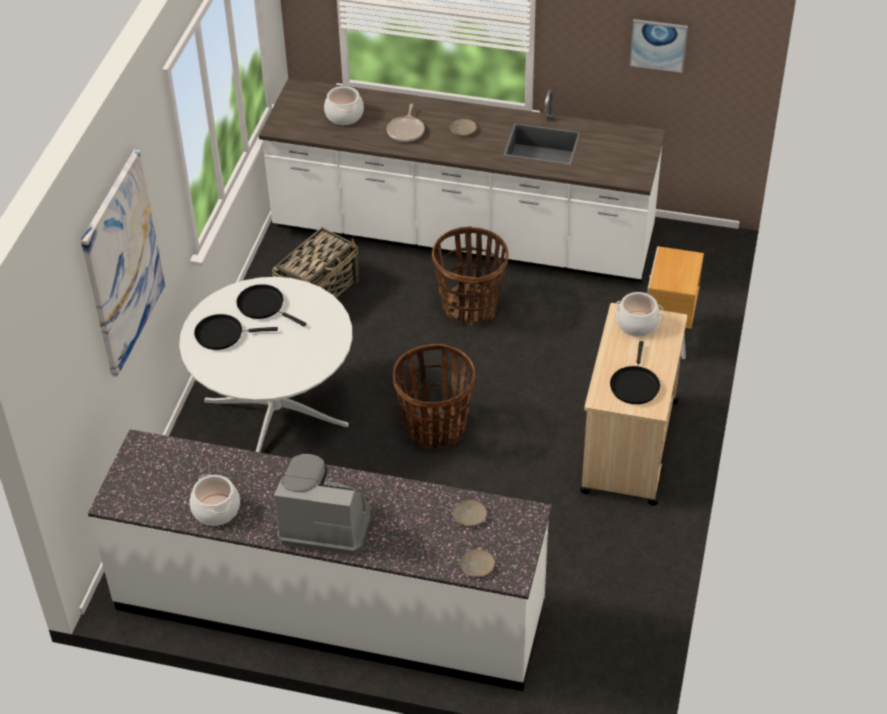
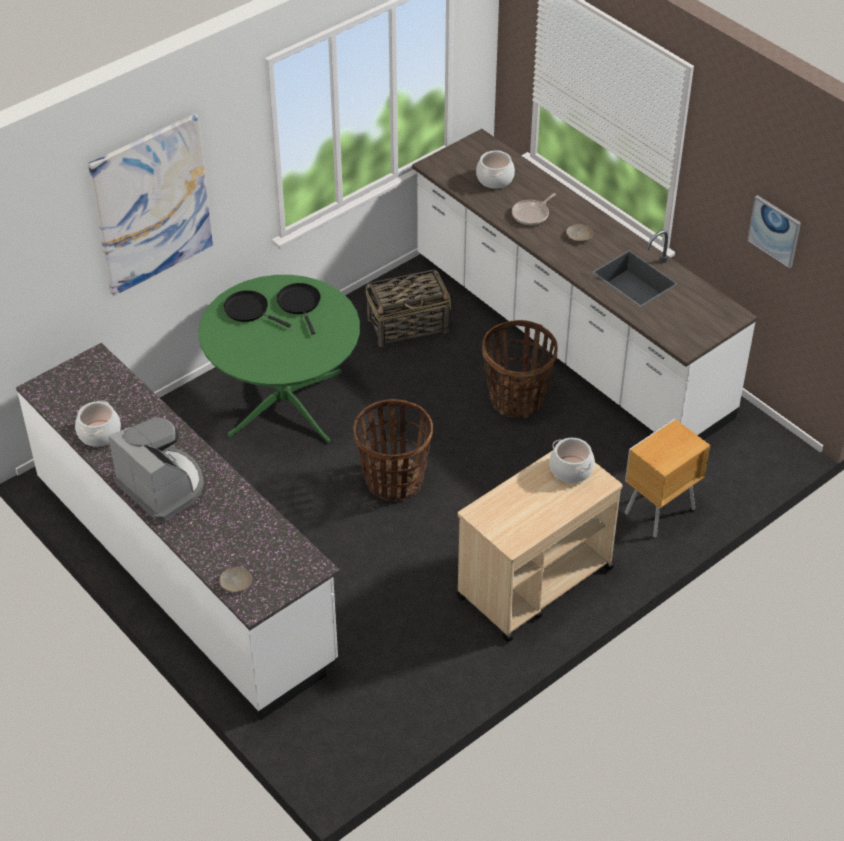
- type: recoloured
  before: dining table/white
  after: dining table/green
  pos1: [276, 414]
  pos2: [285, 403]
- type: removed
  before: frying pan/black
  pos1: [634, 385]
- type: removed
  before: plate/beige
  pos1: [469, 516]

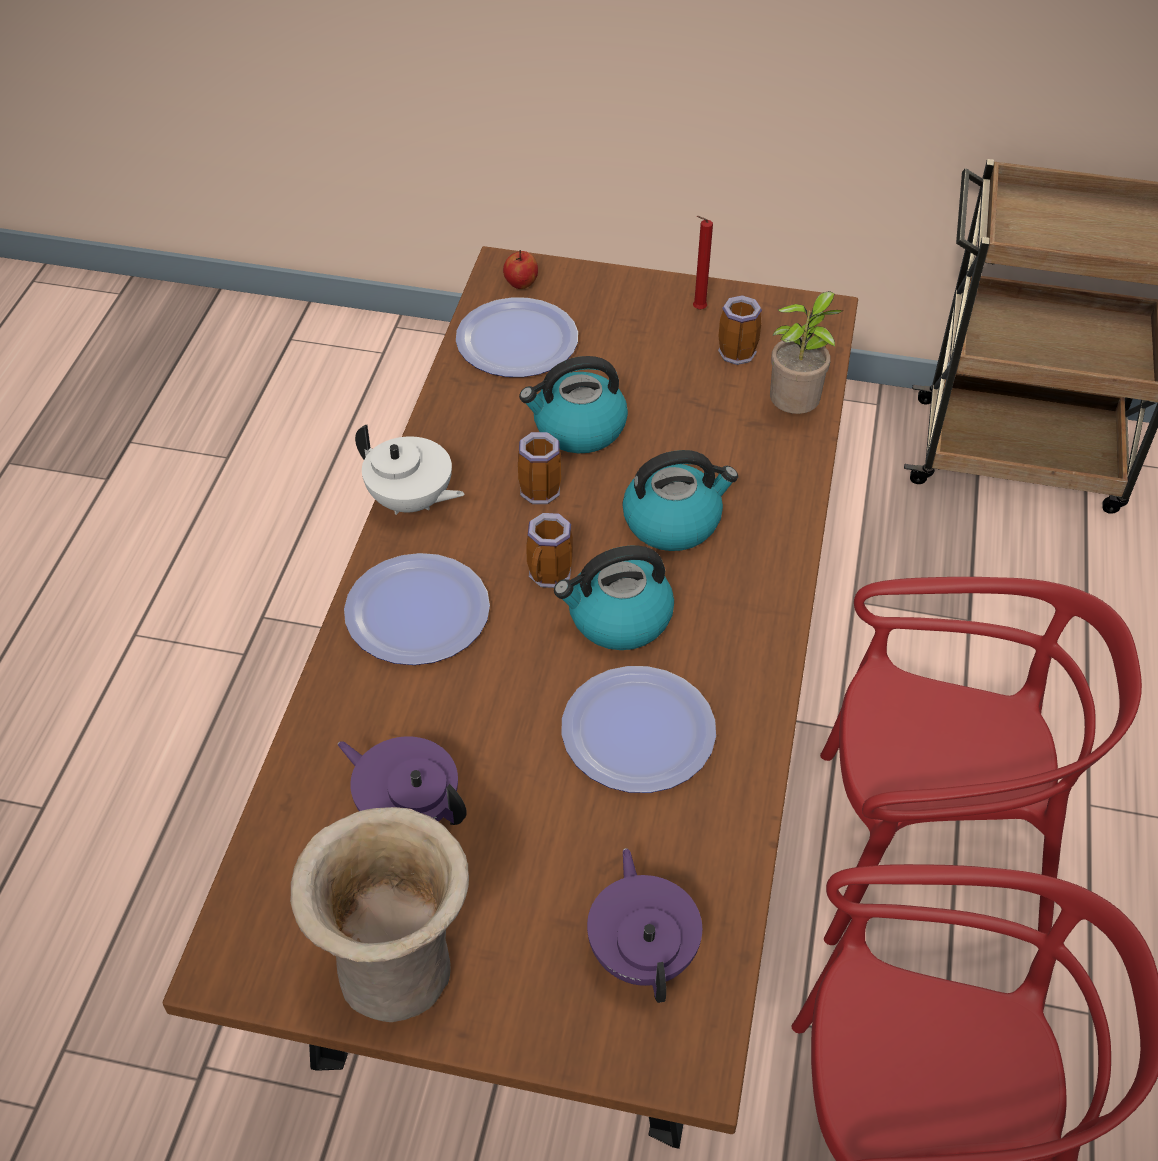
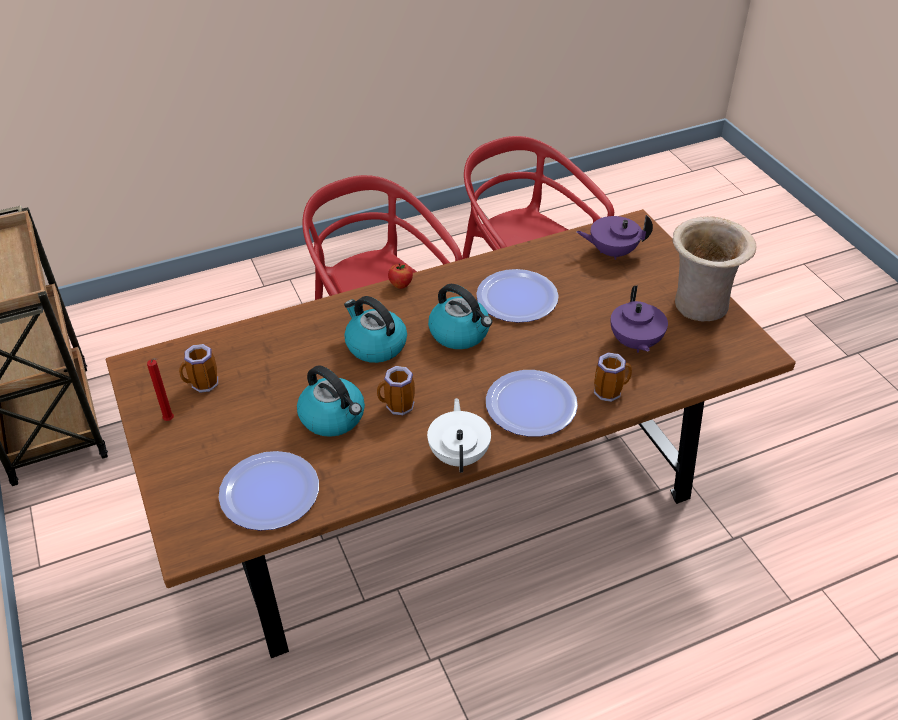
- type: moved
  before: apple
  pos1: [521, 284]
  pos2: [400, 285]
- type: removed
  before: potted plant
  pos1: [795, 411]
- type: moved
  before: mug
  pos1: [549, 577]
  pos2: [609, 391]
- type: turned
  before: teapot/purple
  pos1: [643, 952]
  pos2: [612, 252]
  turn: 45

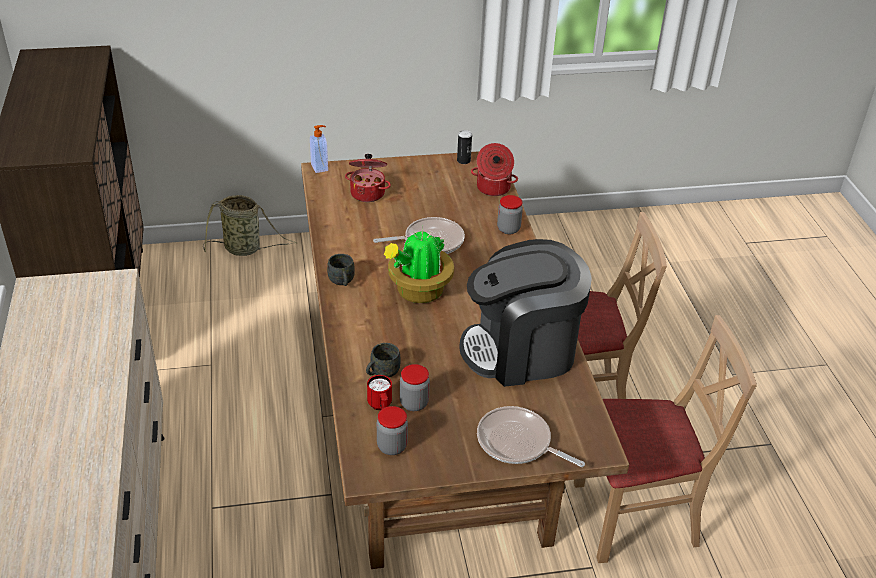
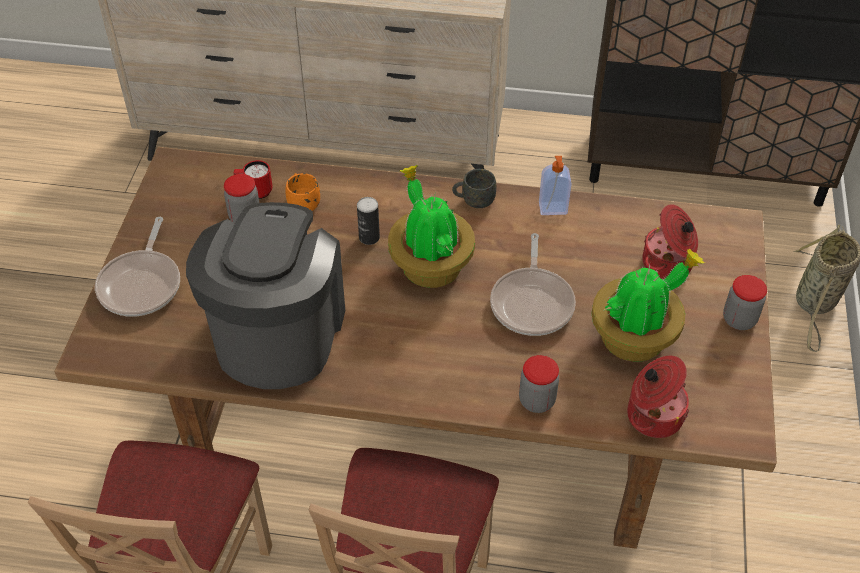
- type: moved
  before: soap dispenser
  pos1: [320, 167]
  pos2: [553, 209]
- type: moved
  before: can
  pos1: [463, 161]
  pos2: [369, 237]
- type: recoloured
  before: mug/grey
  after: mug/orange
  pos1: [382, 373]
  pos2: [302, 202]
- type: moved
  before: jar
  pos1: [392, 446]
  pos2: [739, 319]
- type: turned
  before: frying pan
  pos1: [517, 443]
  pos2: [142, 284]
  turn: 135
- type: added
  after: potted plant
  pos2: [635, 337]

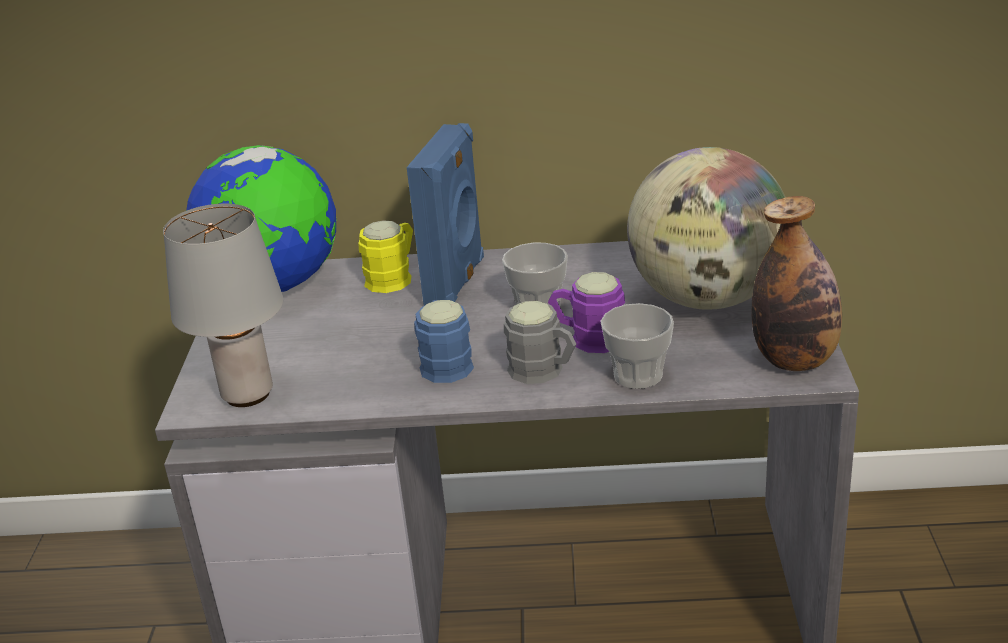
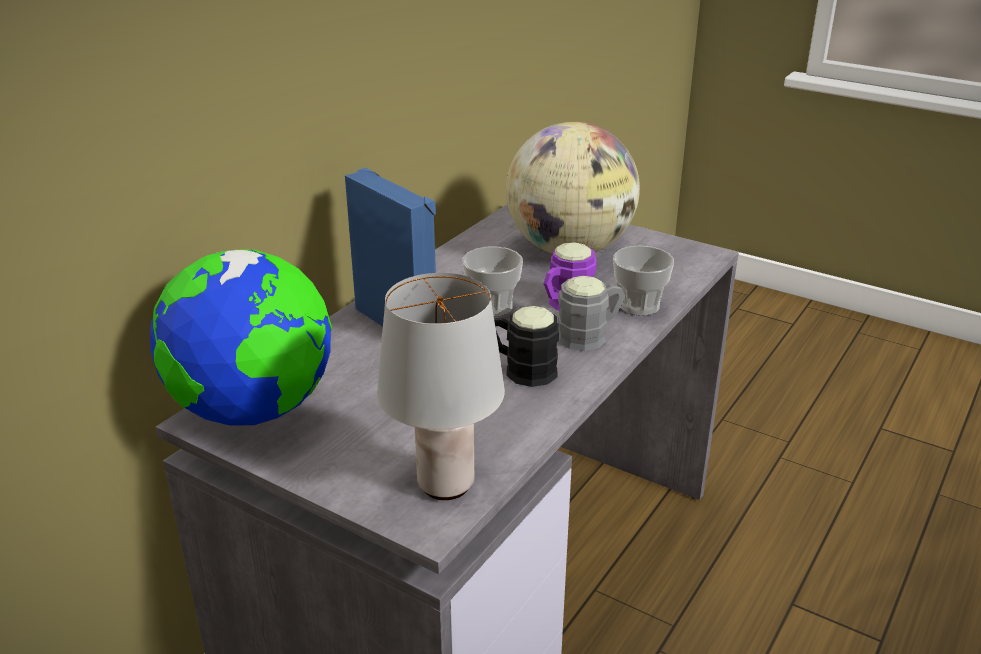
- type: removed
  before: bottle
  pos1: [795, 360]
- type: removed
  before: mug/yellow
  pos1: [394, 277]
- type: recoloured
  before: mug/blue
  after: mug/black
  pos1: [444, 362]
  pos2: [521, 369]

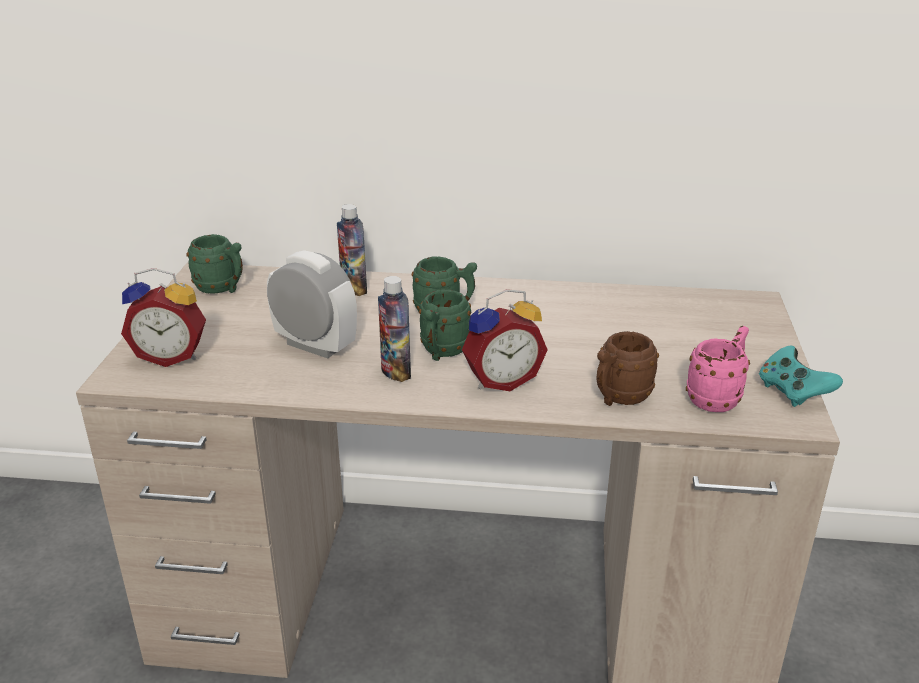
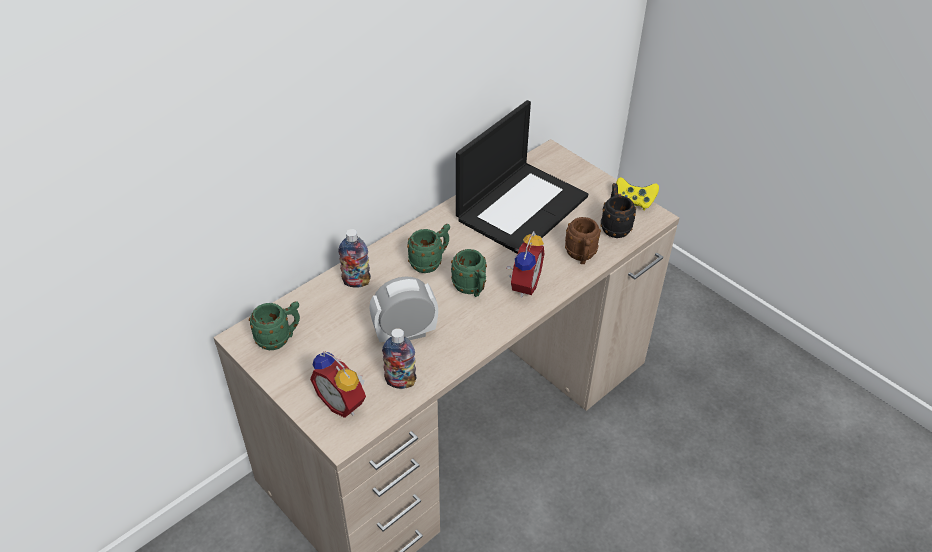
- type: turned
  before: alarm clock
  pos1: [171, 356]
  pos2: [343, 402]
  turn: 90
- type: moved
  before: bottle
  pos1: [396, 372]
  pos2: [400, 382]
- type: recoloured
  before: mug/pink
  after: mug/black
  pos1: [717, 398]
  pos2: [614, 226]
- type: recoloured
  before: game controller/turquoise
  after: game controller/yellow
  pos1: [792, 392]
  pos2: [634, 202]
- type: added
  after: laptop
  pos2: [522, 206]

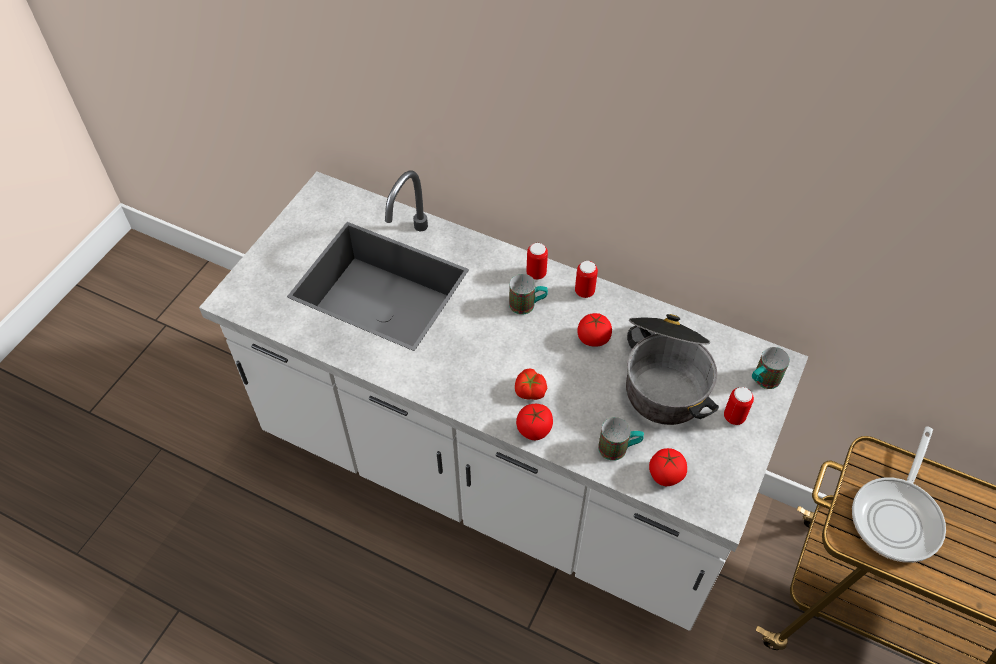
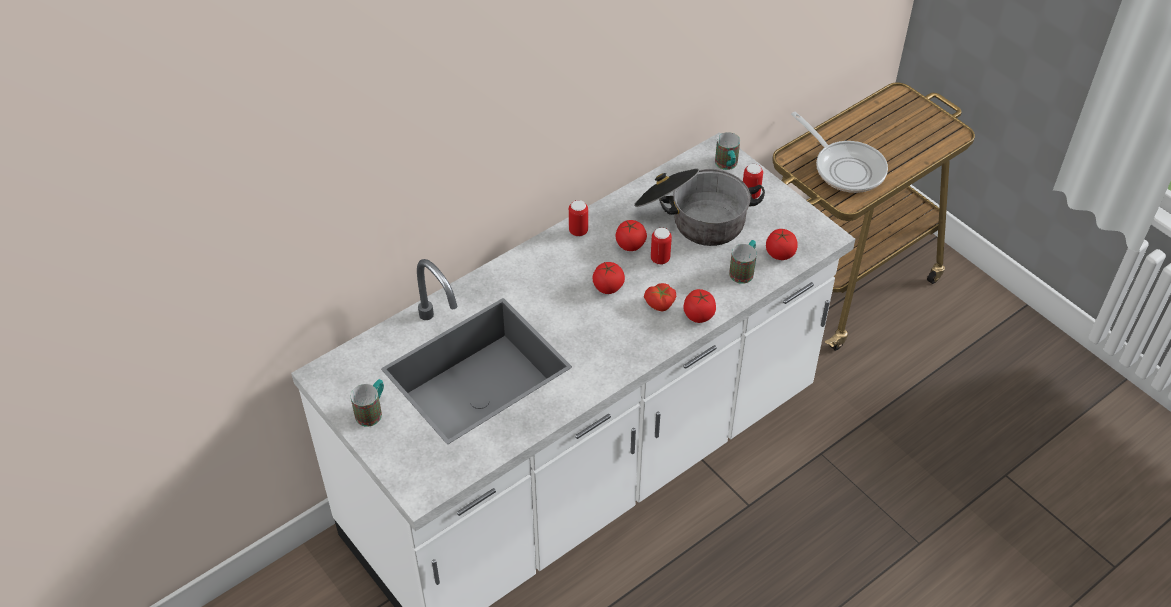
- type: moved
  before: can
  pos1: [536, 273]
  pos2: [660, 259]
- type: moved
  before: mug
  pos1: [527, 305]
  pos2: [372, 411]
- type: added
  after: tomato
  pos2: [608, 287]

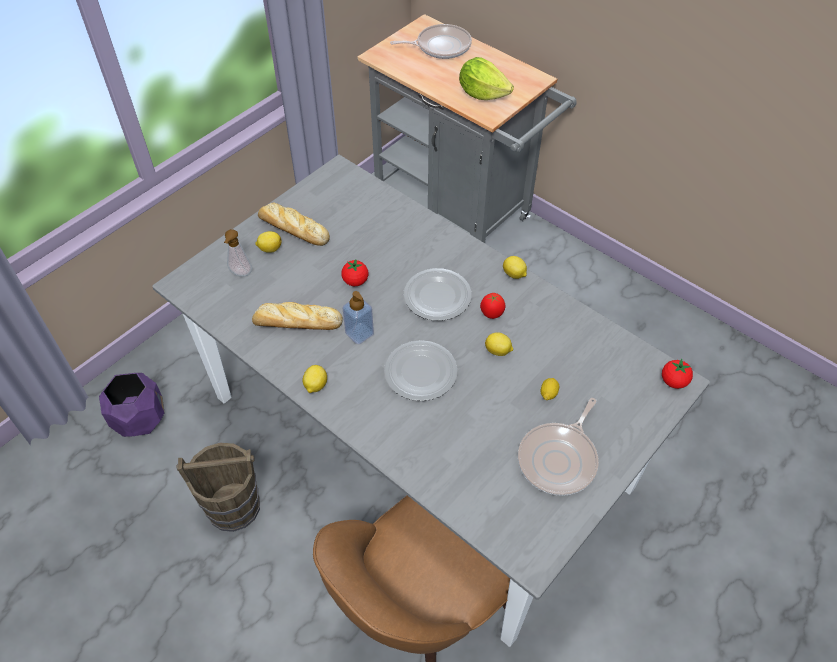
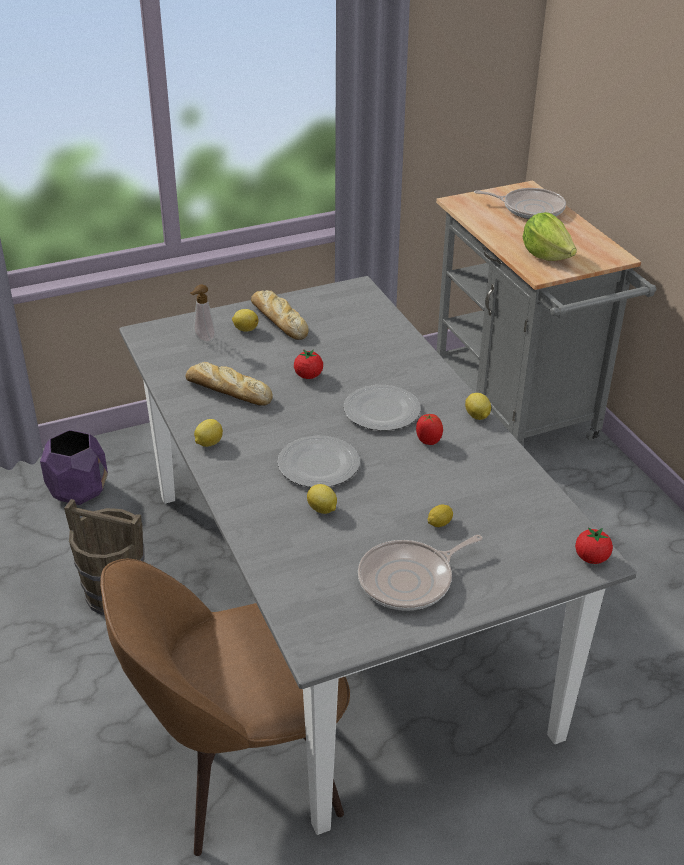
- type: removed
  before: soap dispenser
  pos1: [359, 333]
- type: moved
  before: lemon
  pos1: [498, 351]
  pos2: [322, 510]

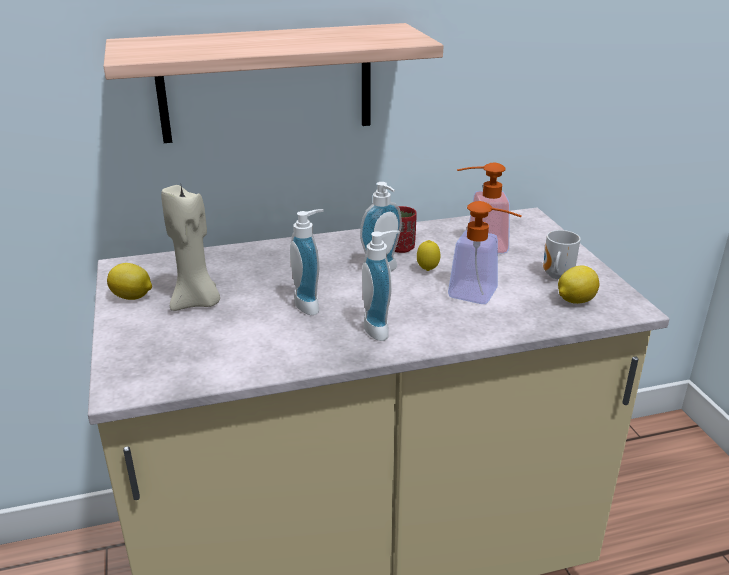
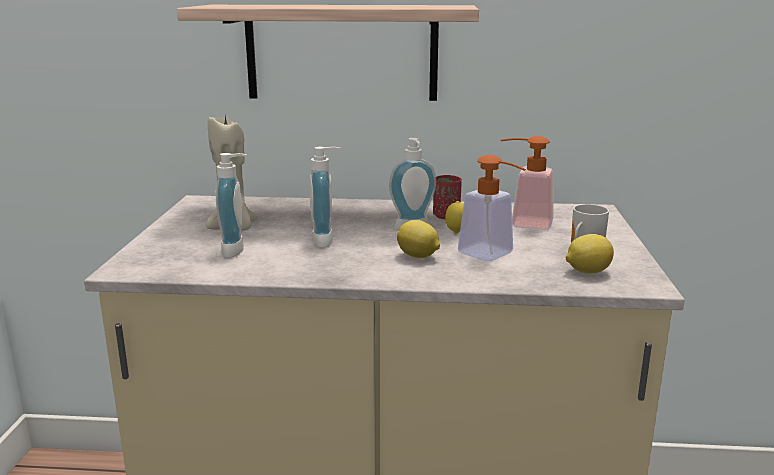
- type: moved
  before: soap dispenser
  pos1: [381, 329]
  pos2: [237, 251]
- type: moved
  before: lemon
  pos1: [133, 297]
  pos2: [418, 256]

